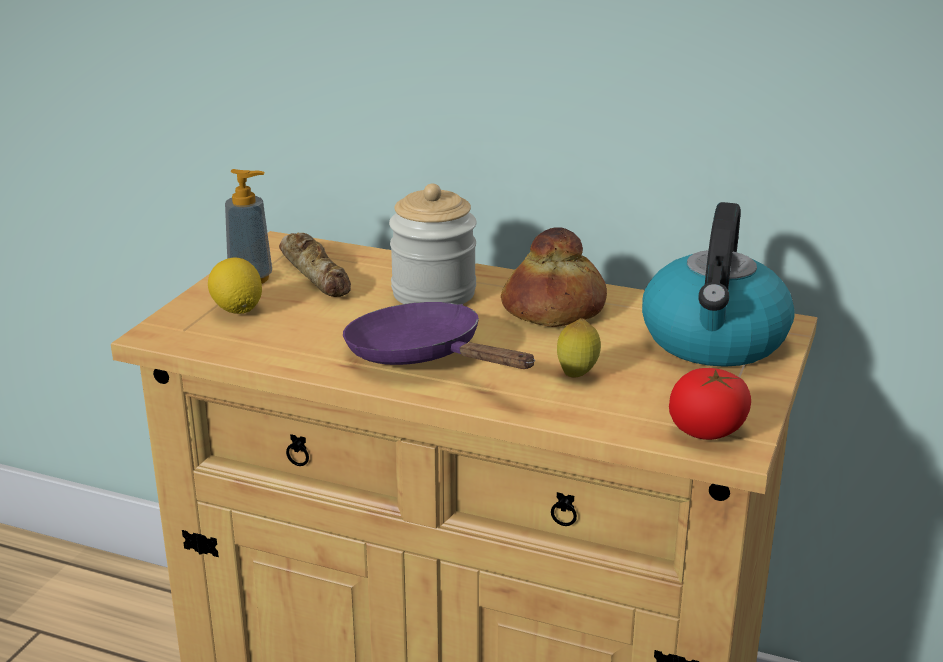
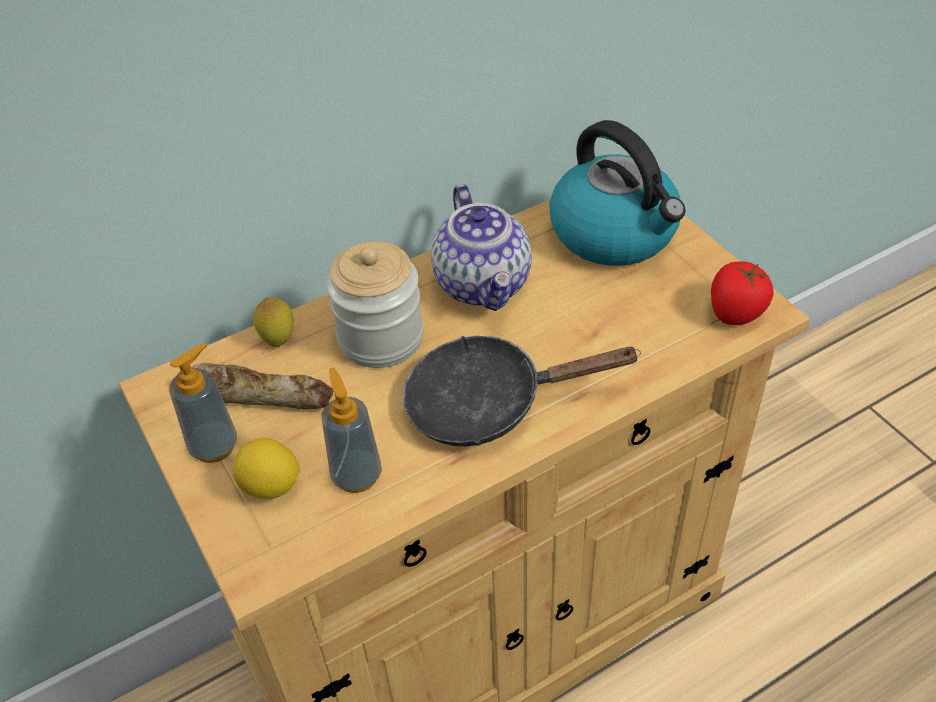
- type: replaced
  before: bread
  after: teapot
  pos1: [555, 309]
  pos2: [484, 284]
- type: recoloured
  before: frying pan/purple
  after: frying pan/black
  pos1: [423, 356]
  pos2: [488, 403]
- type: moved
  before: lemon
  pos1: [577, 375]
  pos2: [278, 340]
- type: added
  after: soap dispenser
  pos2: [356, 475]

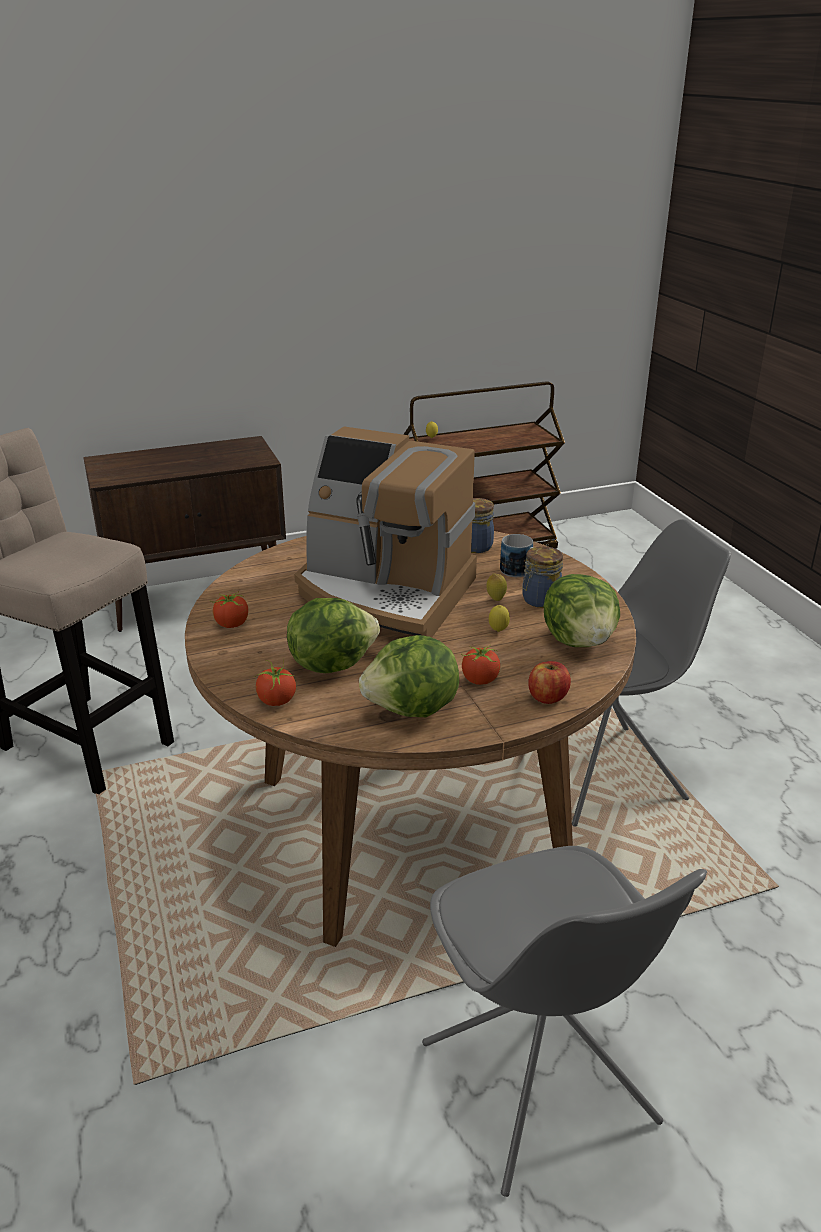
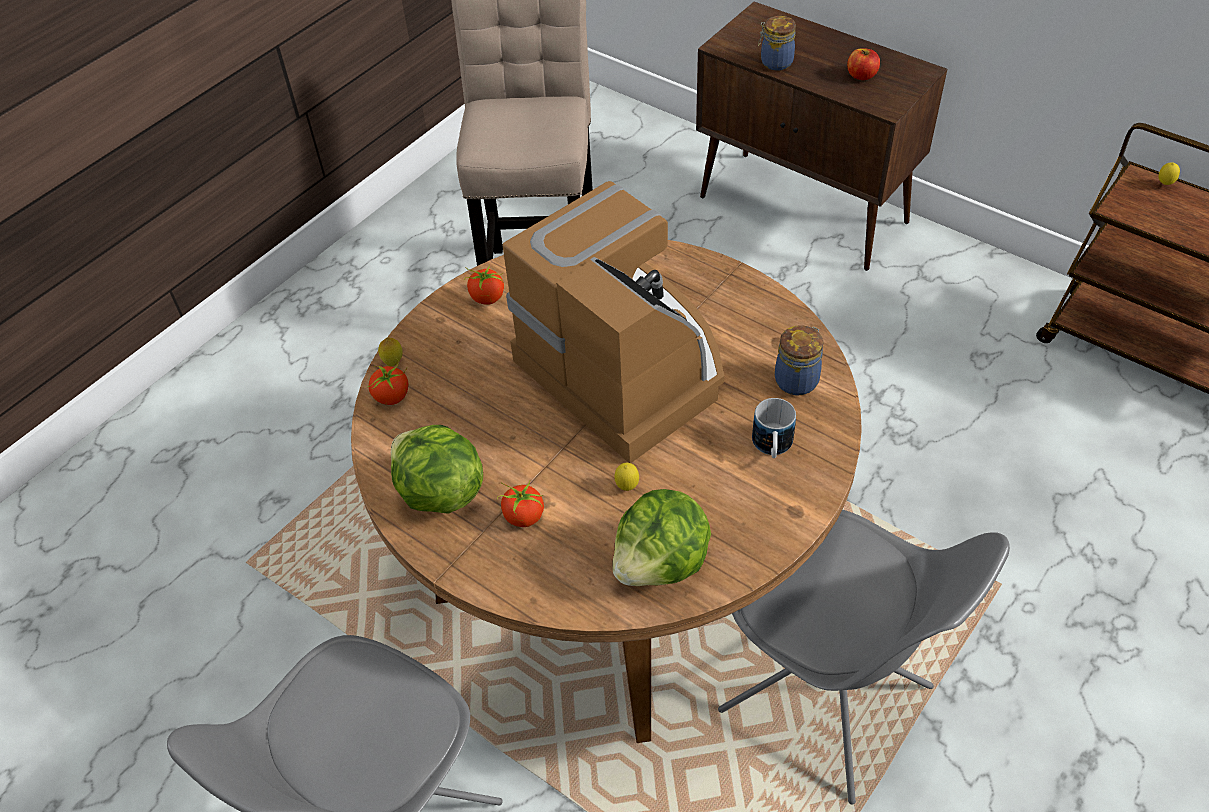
- type: turned
  before: coffee machine
  pos1: [385, 594]
  pos2: [626, 366]
  turn: 150
- type: moved
  before: jar
  pos1: [539, 600]
  pos2: [775, 62]
- type: moved
  before: lemon
  pos1: [496, 599]
  pos2: [393, 362]
- type: removed
  before: lettuce
  pos1: [331, 663]
- type: moved
  before: apple
  pos1: [547, 697]
  pos2: [861, 75]

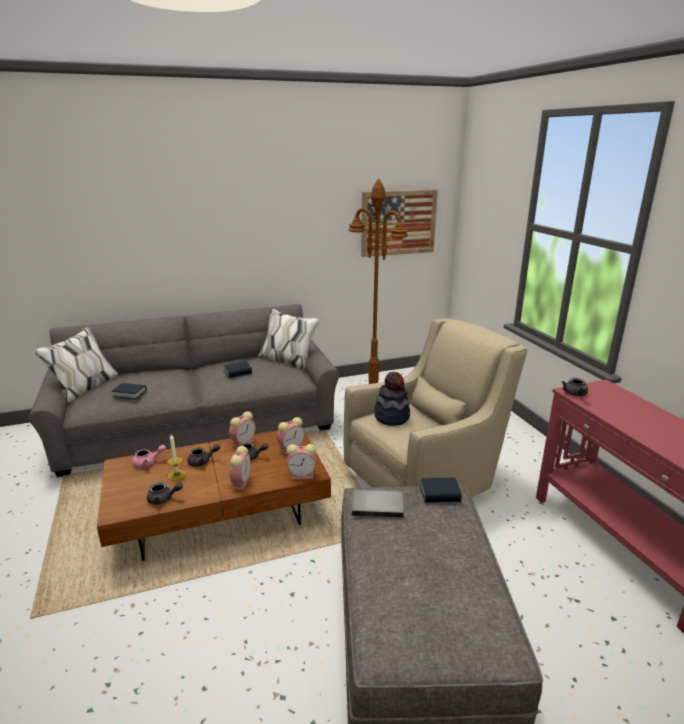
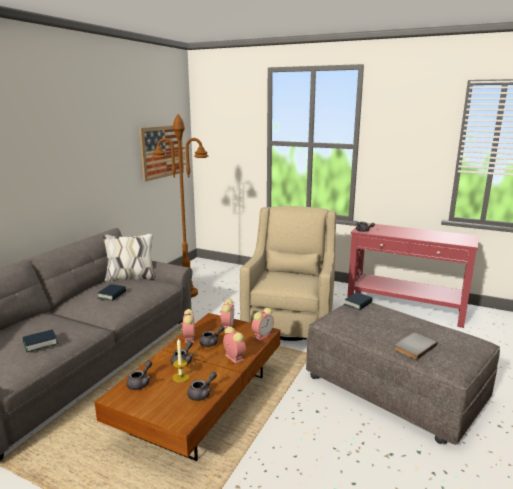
- type: removed
  before: hat
  pos1: [392, 417]
- type: recoloured
  before: teapot/pink
  after: teapot/grey
  pos1: [148, 463]
  pos2: [140, 383]
- type: moved
  before: book/grey
  pos1: [377, 504]
  pos2: [413, 346]

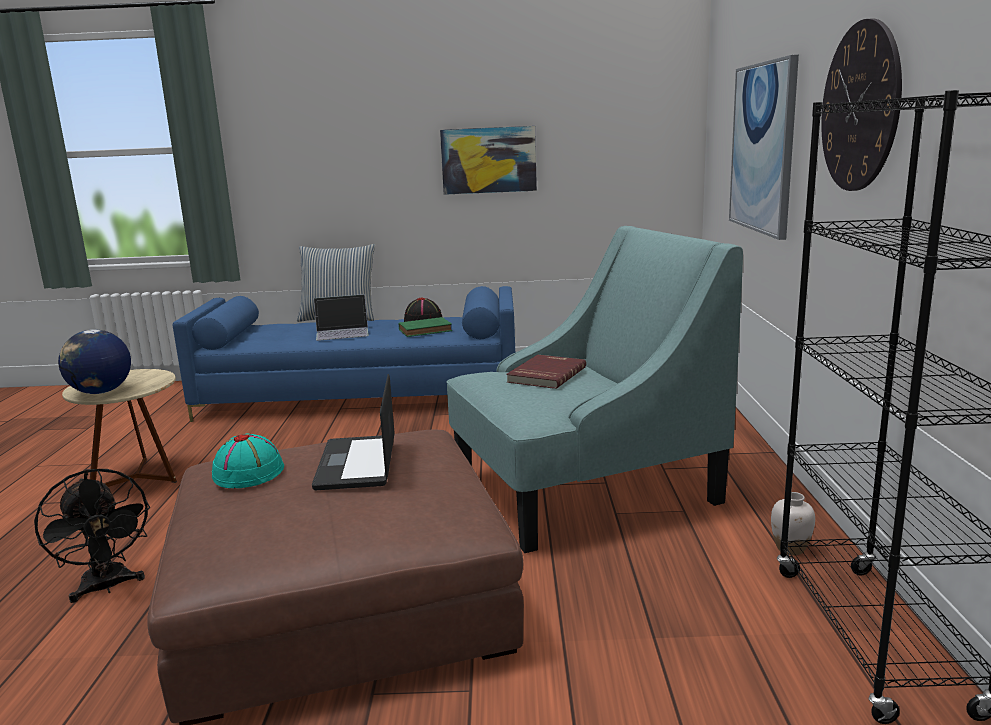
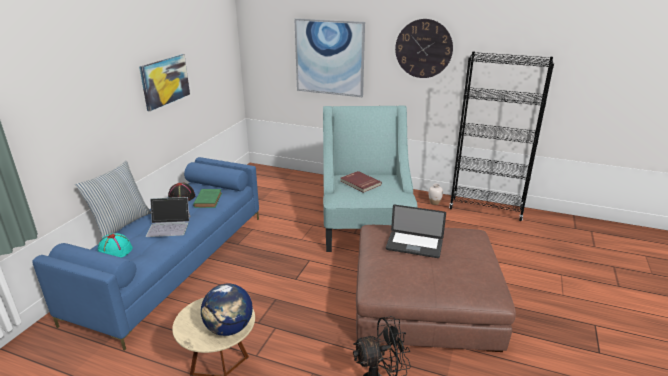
- type: turned
  before: laptop
  pos1: [343, 332]
  pos2: [169, 226]
  turn: 75
- type: moved
  before: hat/turquoise
  pos1: [249, 473]
  pos2: [115, 250]

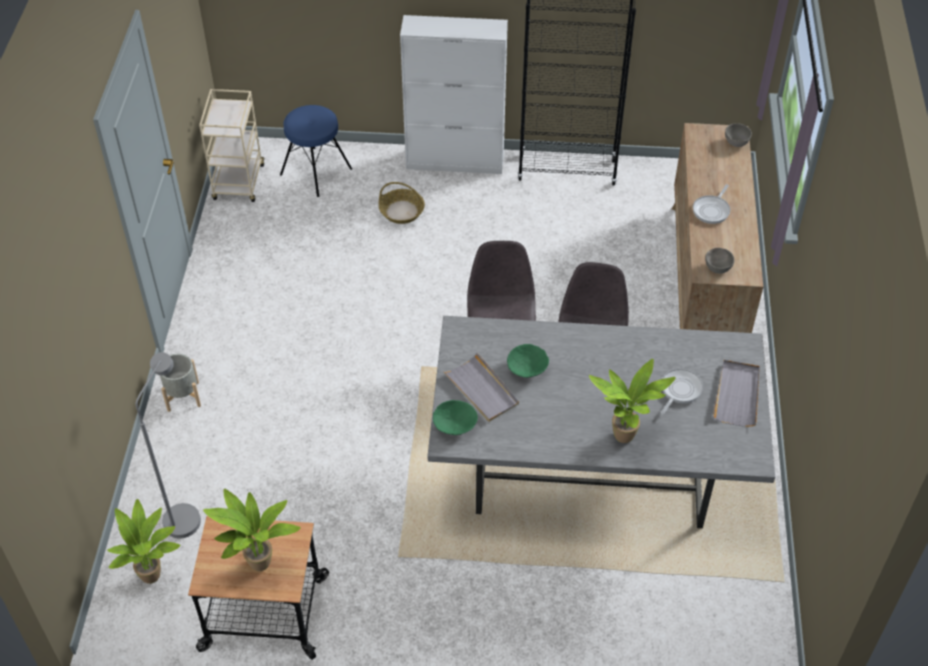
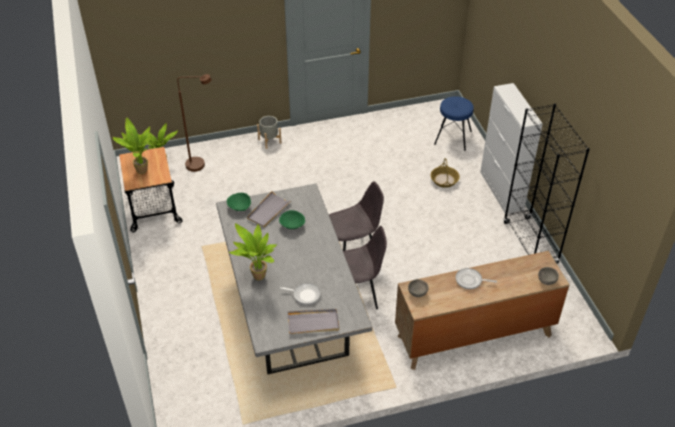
- type: removed
  before: cart/beige
  pos1: [239, 183]
- type: recoloured
  before: floor lamp/grey
  after: floor lamp/brown
  pos1: [185, 513]
  pos2: [200, 164]

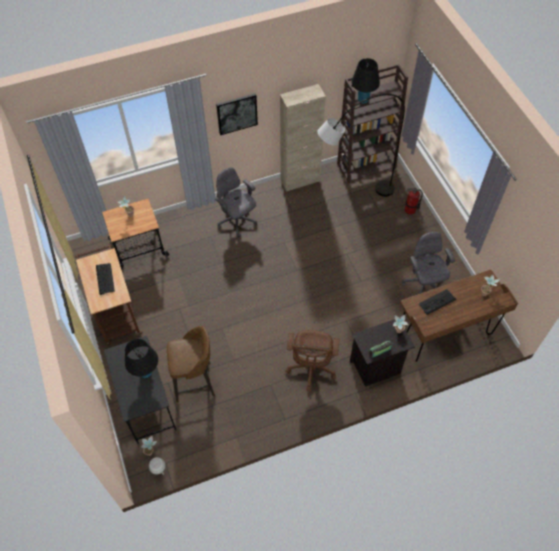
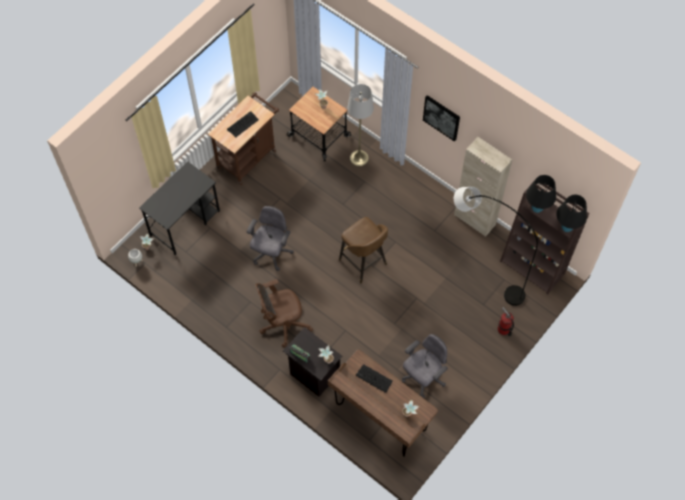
- type: moved
  before: office chair/grey
  pos1: [237, 221]
  pos2: [271, 253]
- type: moved
  before: stool/brown
  pos1: [195, 382]
  pos2: [363, 263]
- type: moved
  before: table lamp/black
  pos1: [146, 372]
  pos2: [567, 227]
- type: added
  after: floor lamp/grey
  pos2: [359, 158]

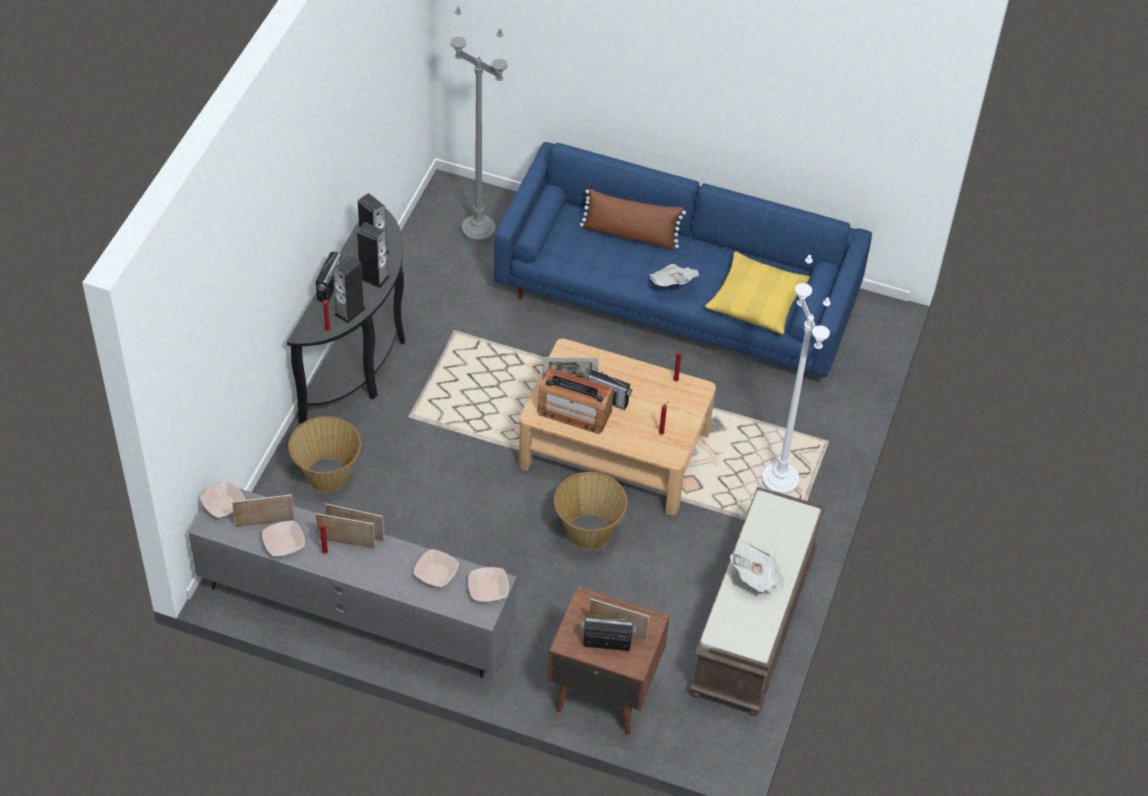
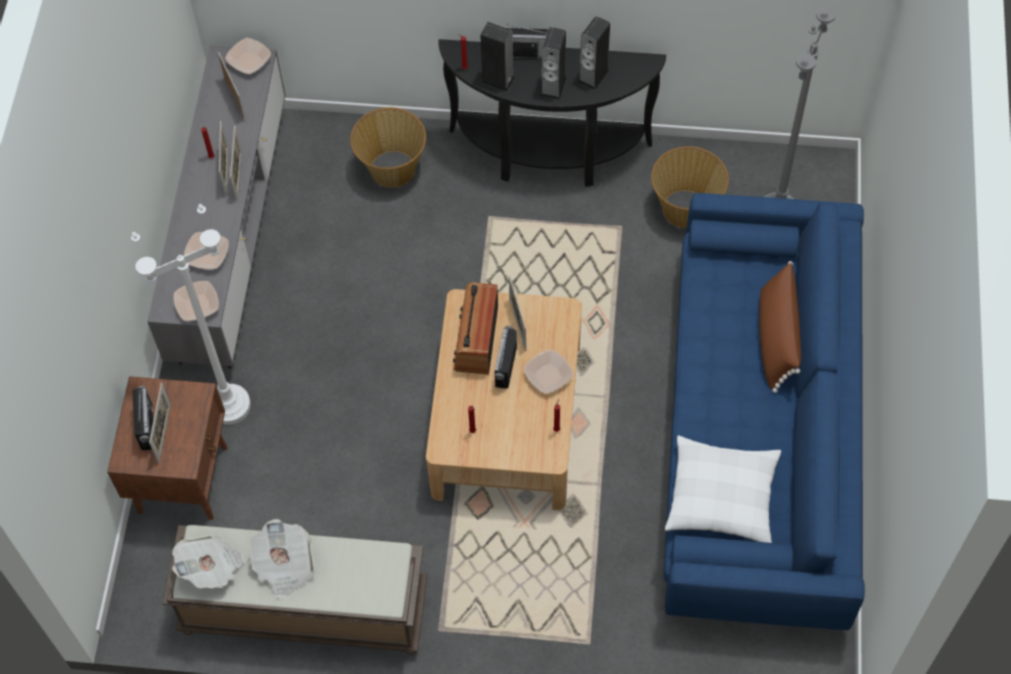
- type: recoloured
  before: pillow/yellow
  after: pillow/white
  pos1: [757, 301]
  pos2: [722, 496]
- type: moved
  before: floor lamp/white
  pos1: [780, 481]
  pos2: [229, 406]
- type: moved
  before: newspaper
  pos1: [672, 284]
  pos2: [212, 568]
- type: moved
  before: basket
  pos1: [588, 531]
  pos2: [685, 208]
- type: moved
  before: bowl
  pos1: [284, 543]
  pos2: [548, 376]

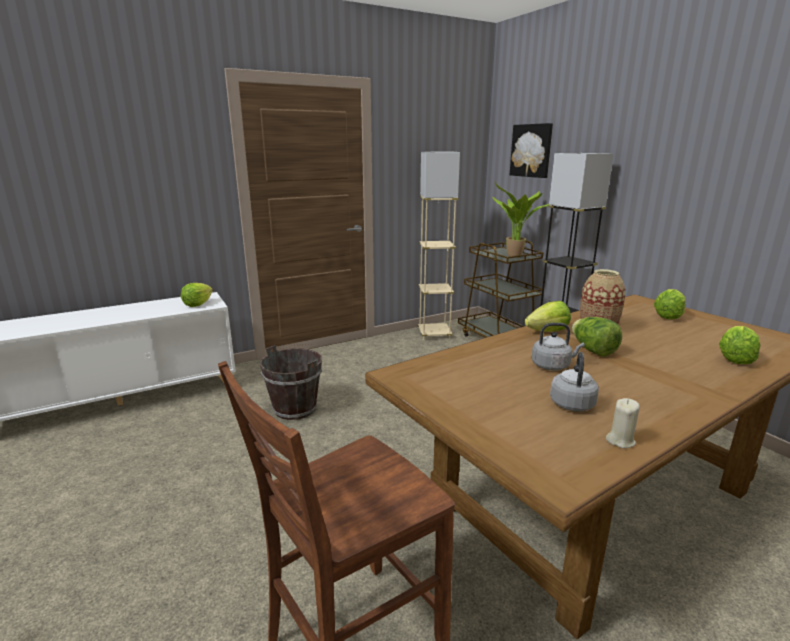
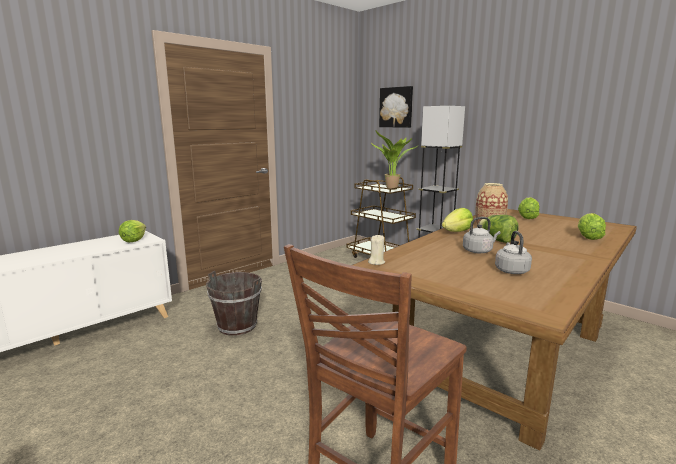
- type: removed
  before: floor lamp/beige
  pos1: [434, 334]
- type: moved
  before: candle/beige
  pos1: [620, 440]
  pos2: [376, 262]

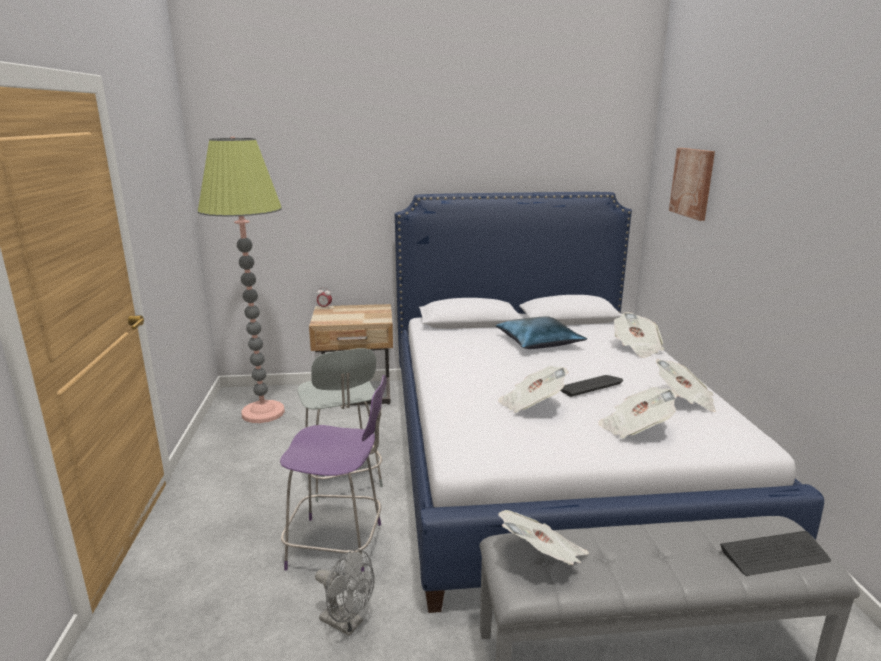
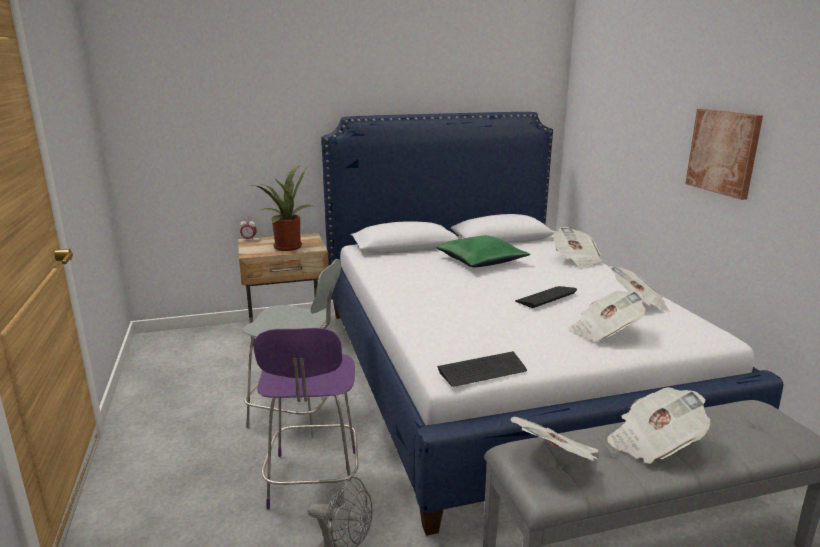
- type: removed
  before: floor lamp
  pos1: [263, 413]
- type: moved
  before: picture
  pos1: [693, 183]
  pos2: [723, 152]
- type: recoloured
  before: pillow/blue
  after: pillow/green
  pos1: [539, 342]
  pos2: [481, 261]
- type: turned
  before: chair/grey
  pos1: [343, 478]
  pos2: [297, 413]
  turn: -45
- type: moved
  before: newspaper
  pos1: [531, 404]
  pos2: [653, 444]
- type: turned
  before: chair/purple
  pos1: [339, 546]
  pos2: [313, 482]
  turn: 90
- type: moved
  before: keyboard
  pos1: [774, 555]
  pos2: [482, 371]
- type: added
  after: potted plant
  pos2: [286, 246]

